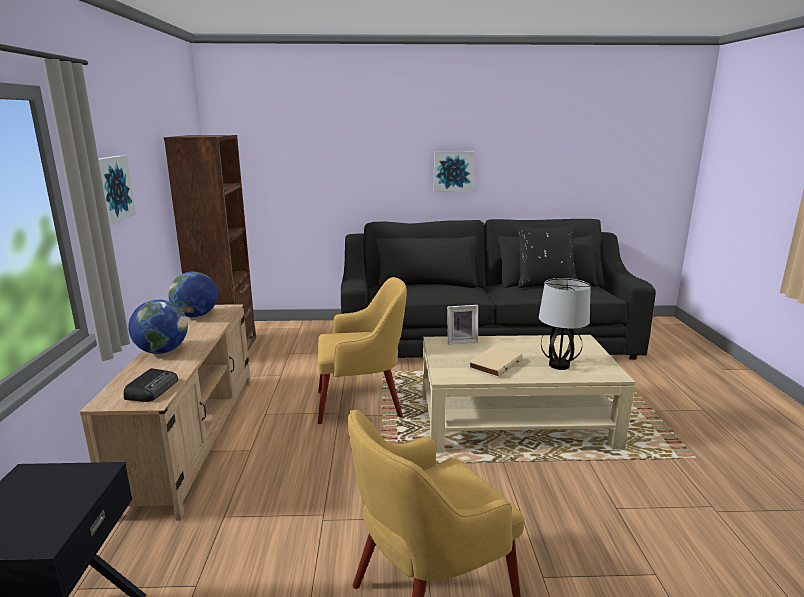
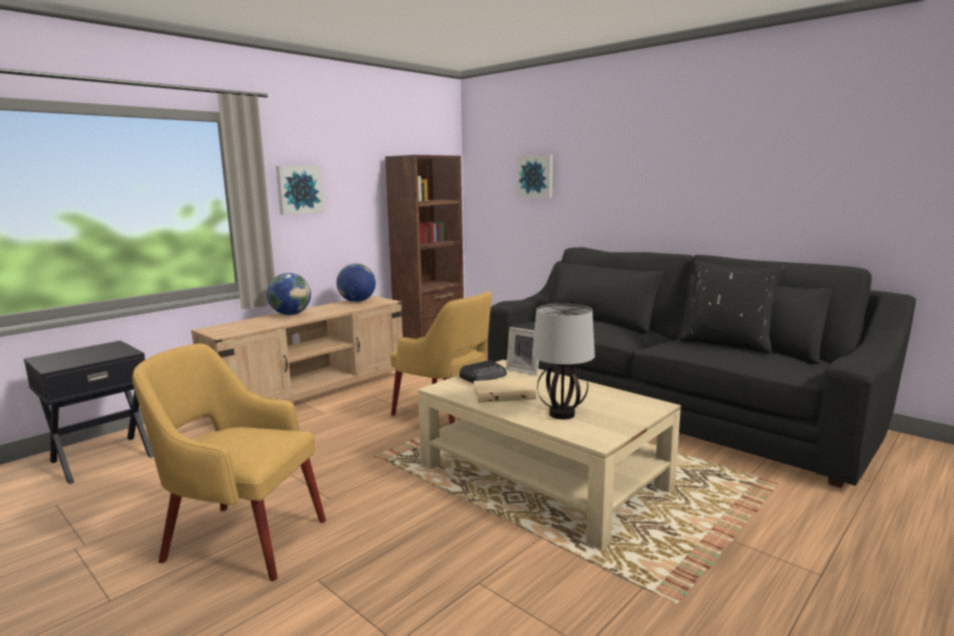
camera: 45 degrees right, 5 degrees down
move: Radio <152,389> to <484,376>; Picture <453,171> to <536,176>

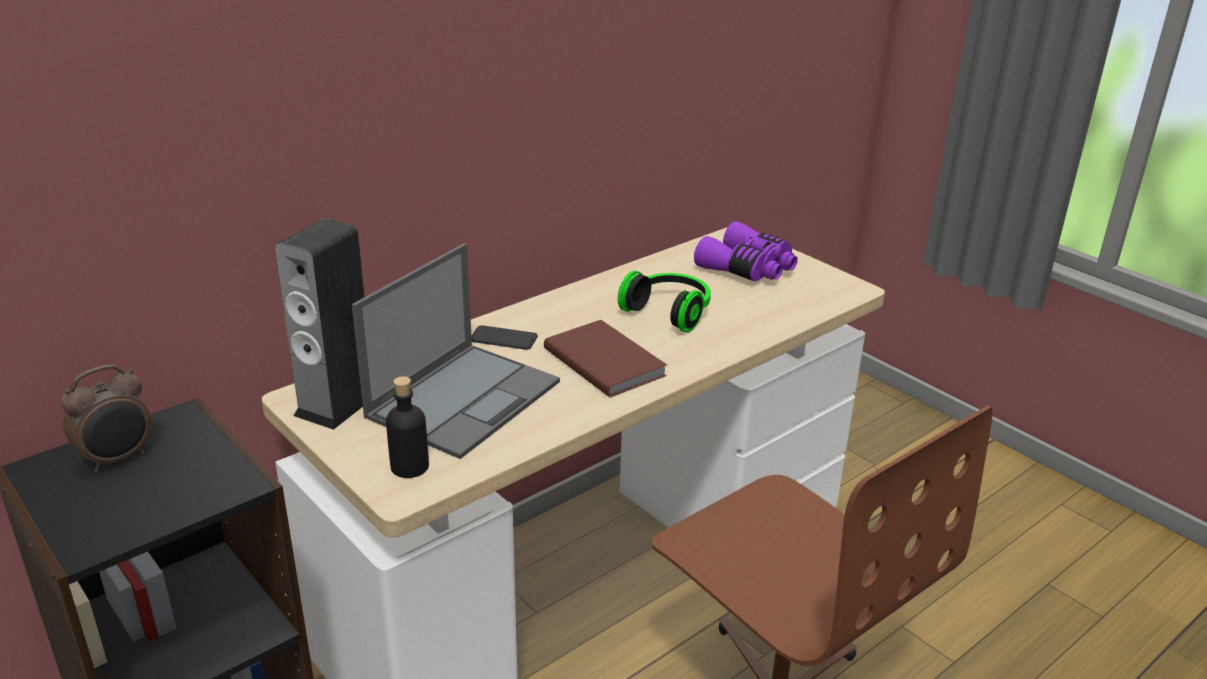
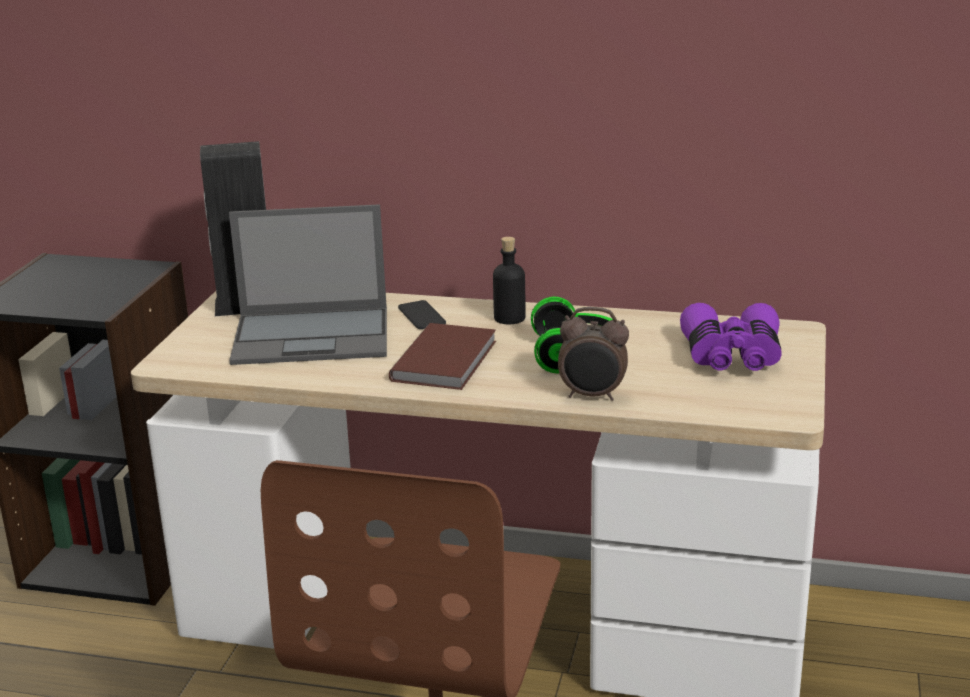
camera: 55 degrees right, 5 degrees down
move: AlarmClock <118,459> to <592,396>; BlackBottle <409,466> to <509,318>

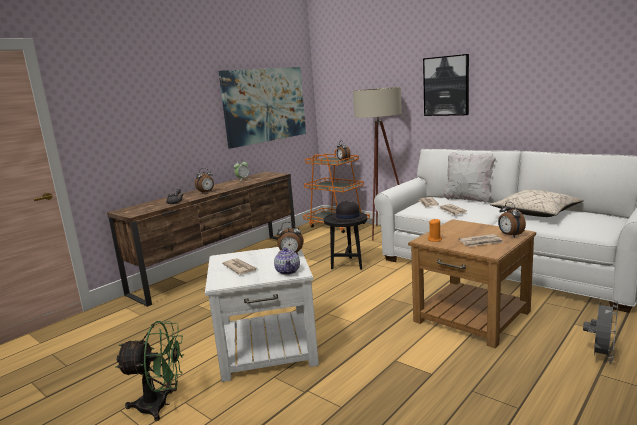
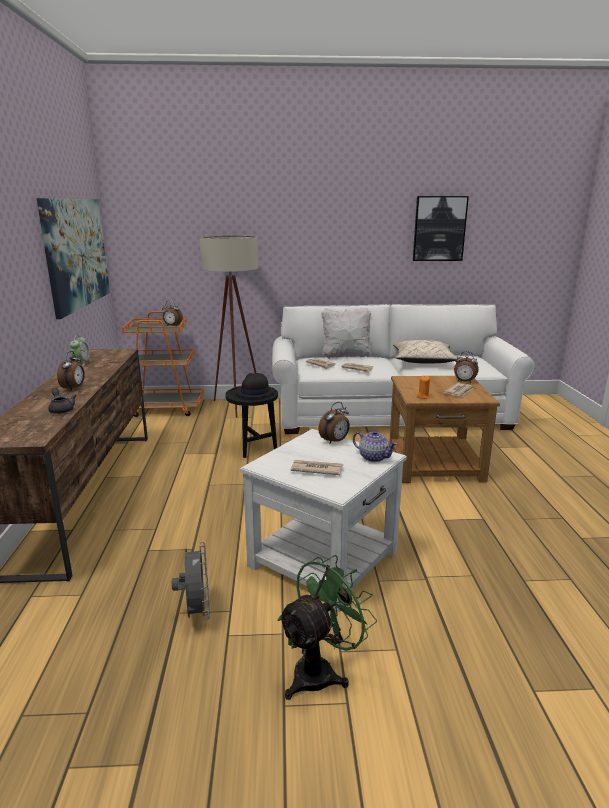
camera: 45 degrees left, 5 degrees up
move: Picture <446,86> to <439,229>; GreyFan <601,356> to <197,612>

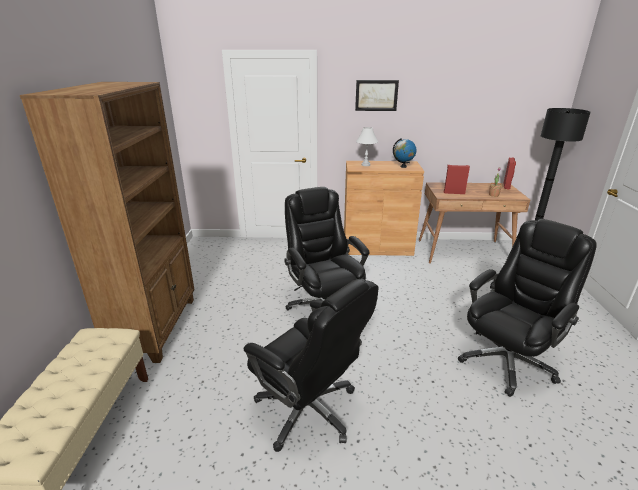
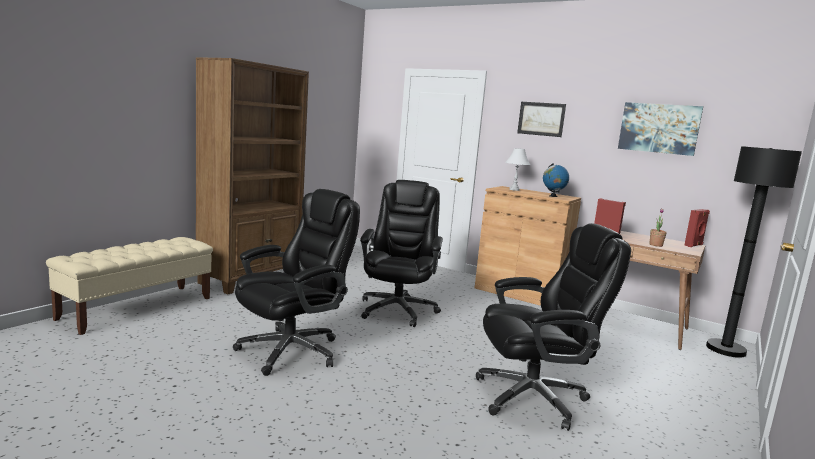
camera: 30 degrees right, 15 degrees down
insert: Picture <659,128>
rotate: BlackOfficeChair <308,410> = <292,350> 120 degrees counterclockwise

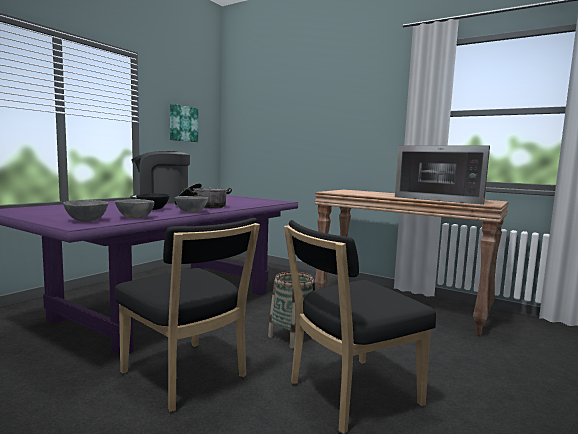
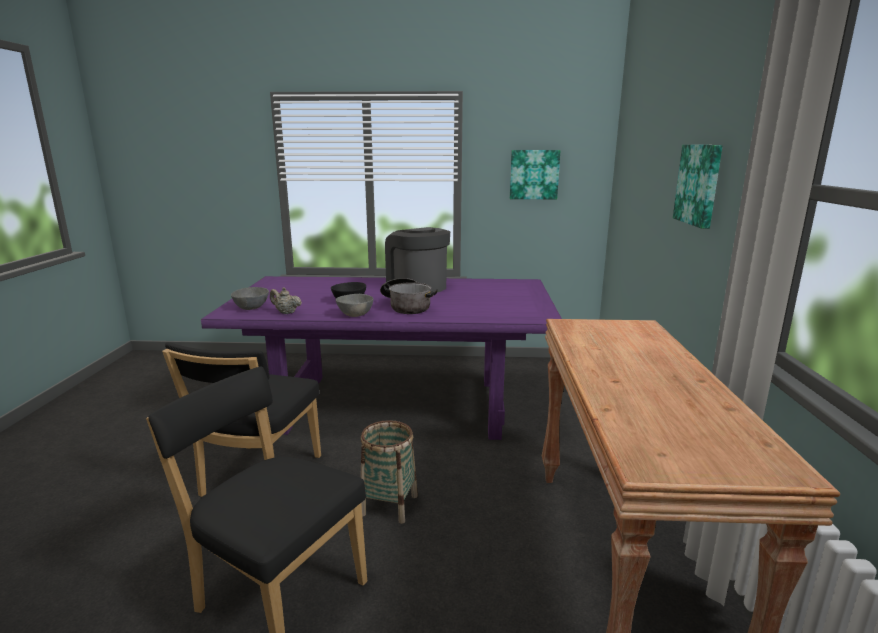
camera: 60 degrees right, 10 degrees up
delete: Microwave <443,199>
insert: Picture <699,184>
replace: GreyBowl <134,218> to BeigeTeapot <286,312>

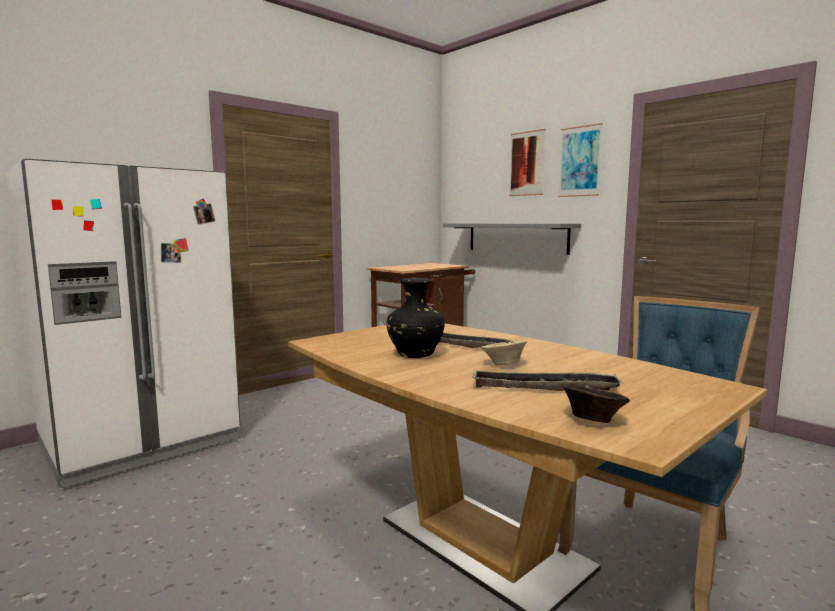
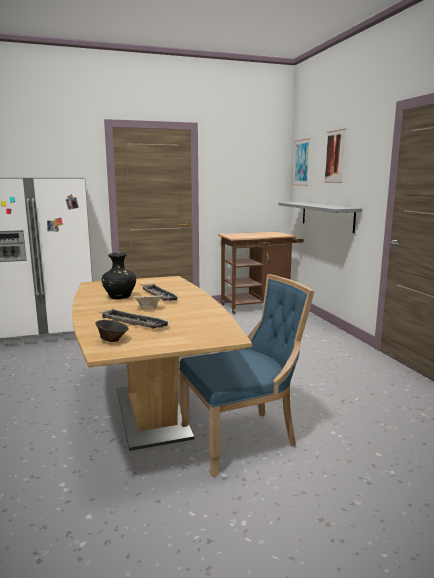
camera: 25 degrees right, 5 degrees up
move: Picture <580,161> to <301,162>

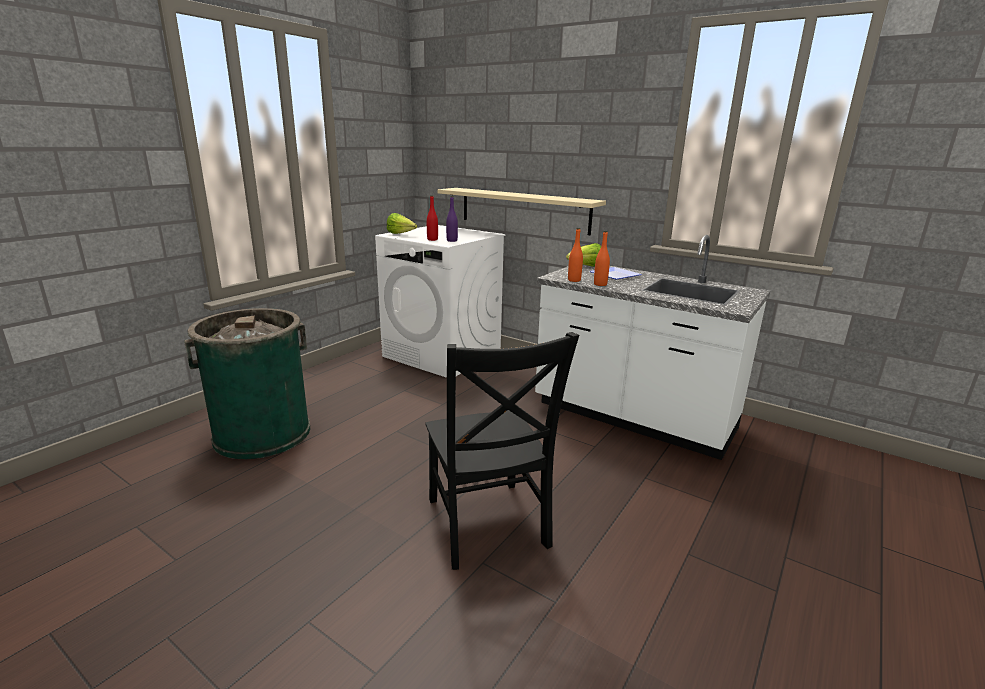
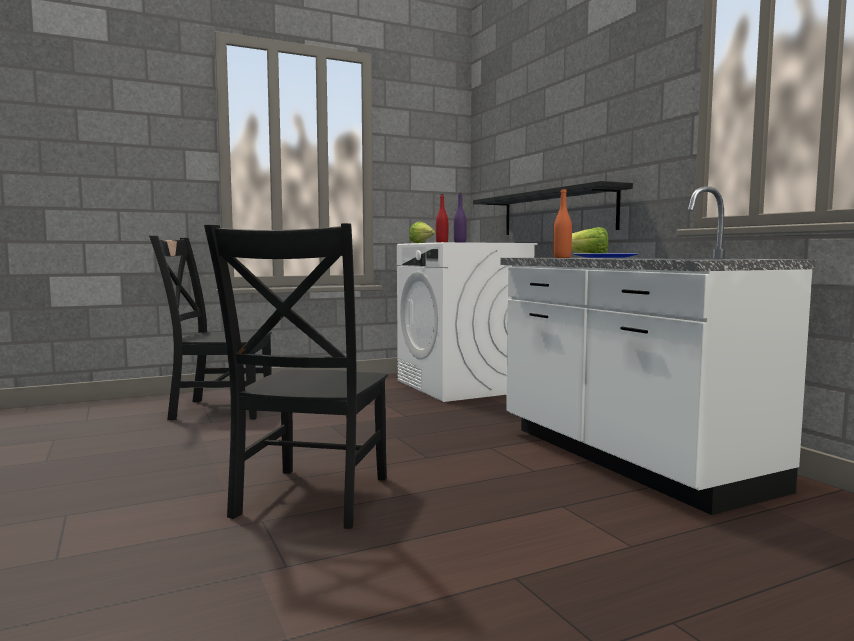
camera: 30 degrees right, 15 degrees down
delete: OrangeBottle <574,280>
replace: GreenTrashCan <262,433> to BlackChair <218,409>
recolor: BeigeShelf <523,210> to BlackShelf <556,213>

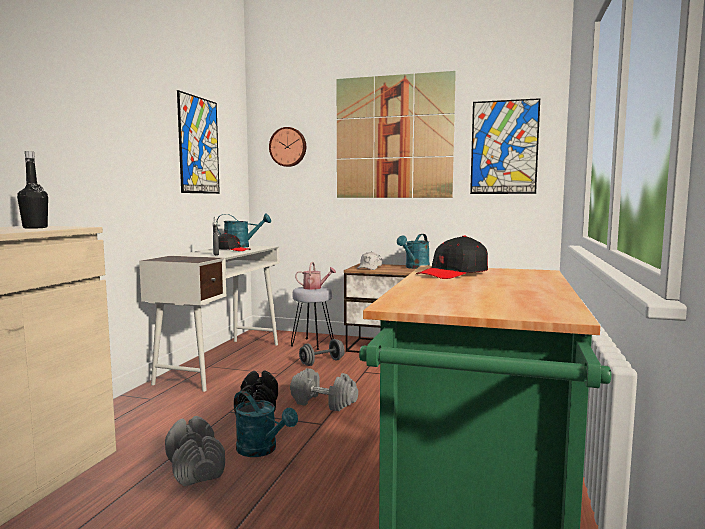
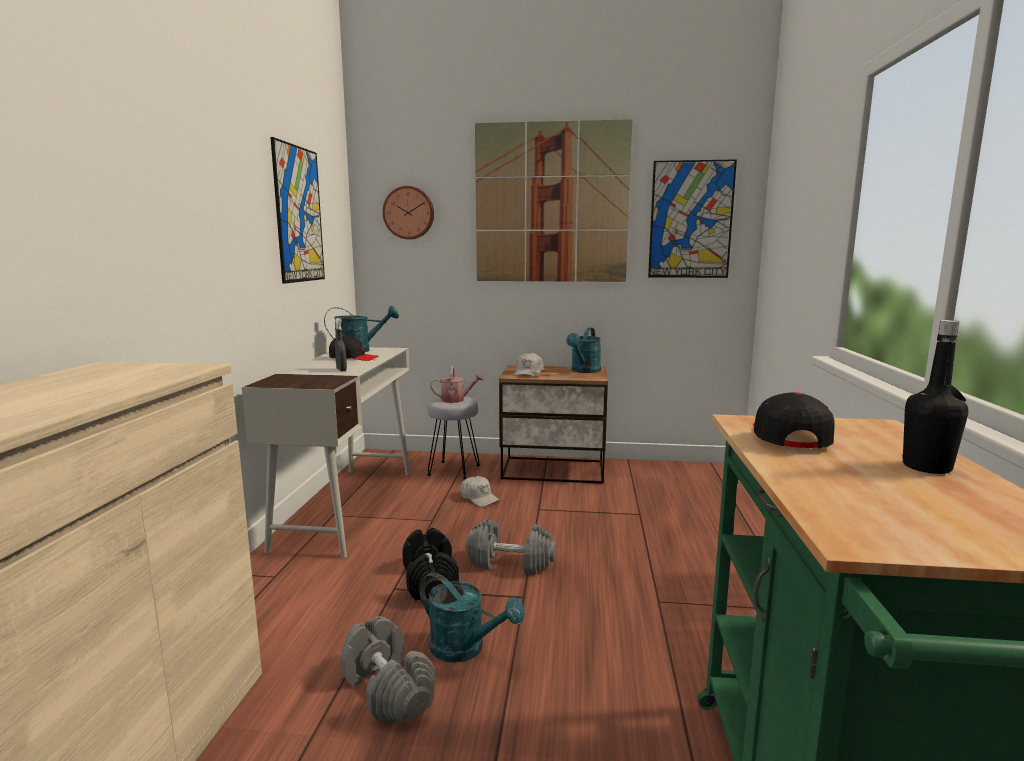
camera: 10 degrees left, 5 degrees up
move: BlackBottle <35,228> to <926,467>
replace: GreyDumbbell <322,362> to WhiteCap <479,498>
rotate: BlackCap <453,273> = <788,437> 150 degrees clockwise

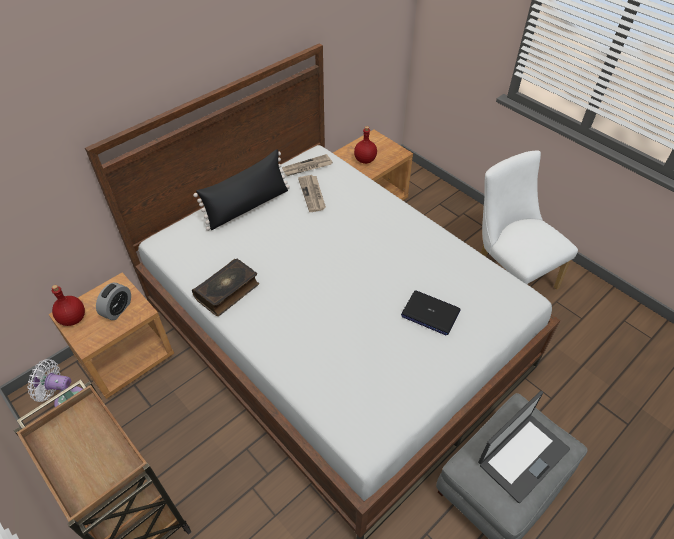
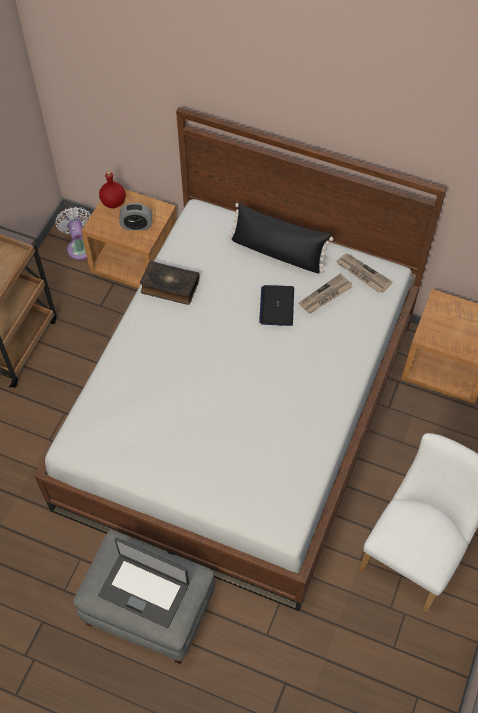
camera: 65 degrees right, 10 degrees up
delete: RedBottle <365,160>
move: Laptop <430,313> to <277,306>

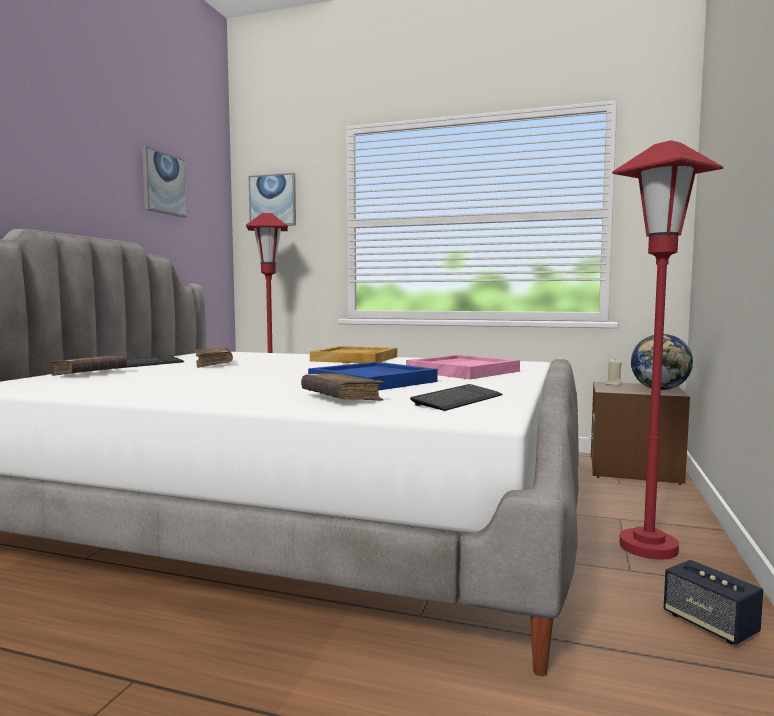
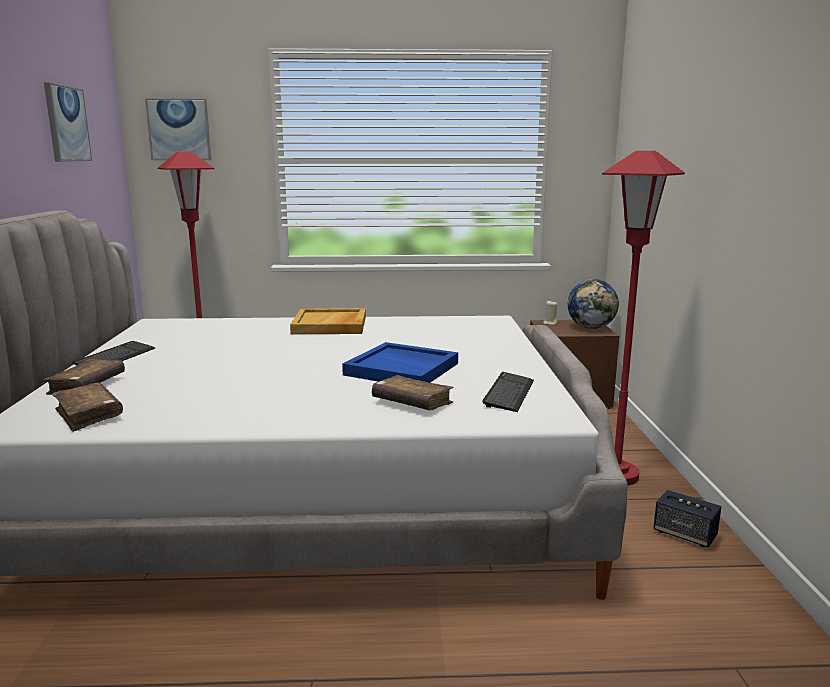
camera: 20 degrees left, 10 degrees up
delete: PinkTray <462,371>
move: BrownBook <213,364> to <89,415>

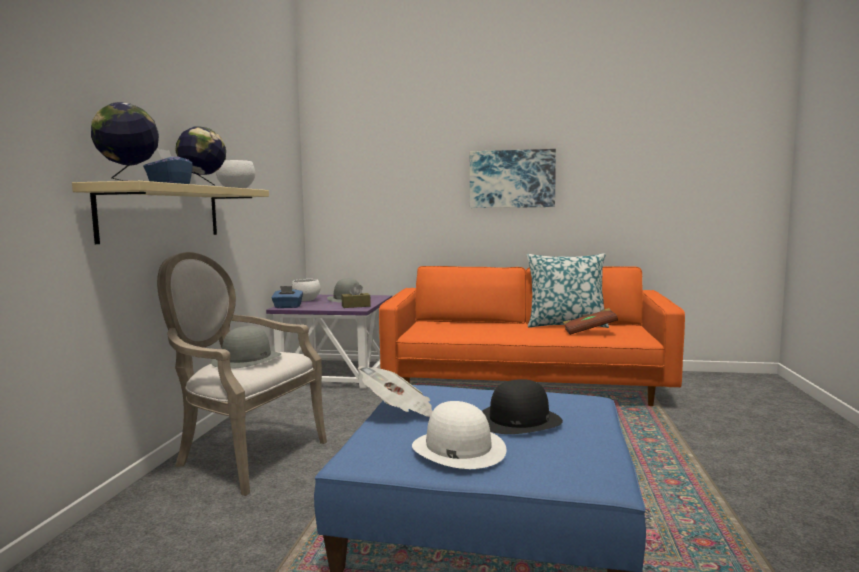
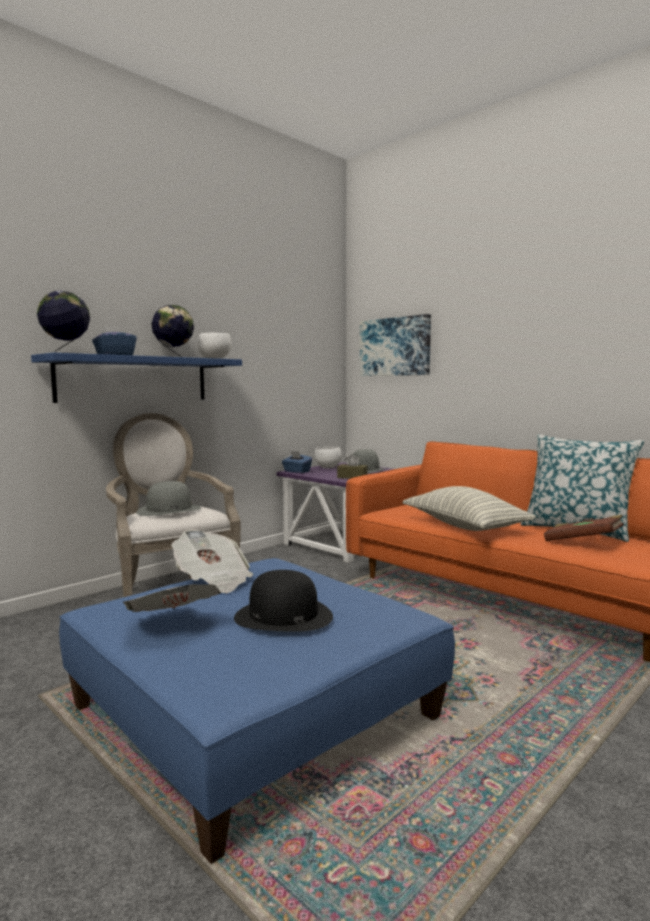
camera: 35 degrees right, 0 degrees up
insert: Pillow <464,526>
move: Picture <512,179> to <395,347>
replace: WhiteHat <458,448> to Newspaper <174,624>
recolor: BeigeShelf <163,213> to BlueShelf <134,379>

